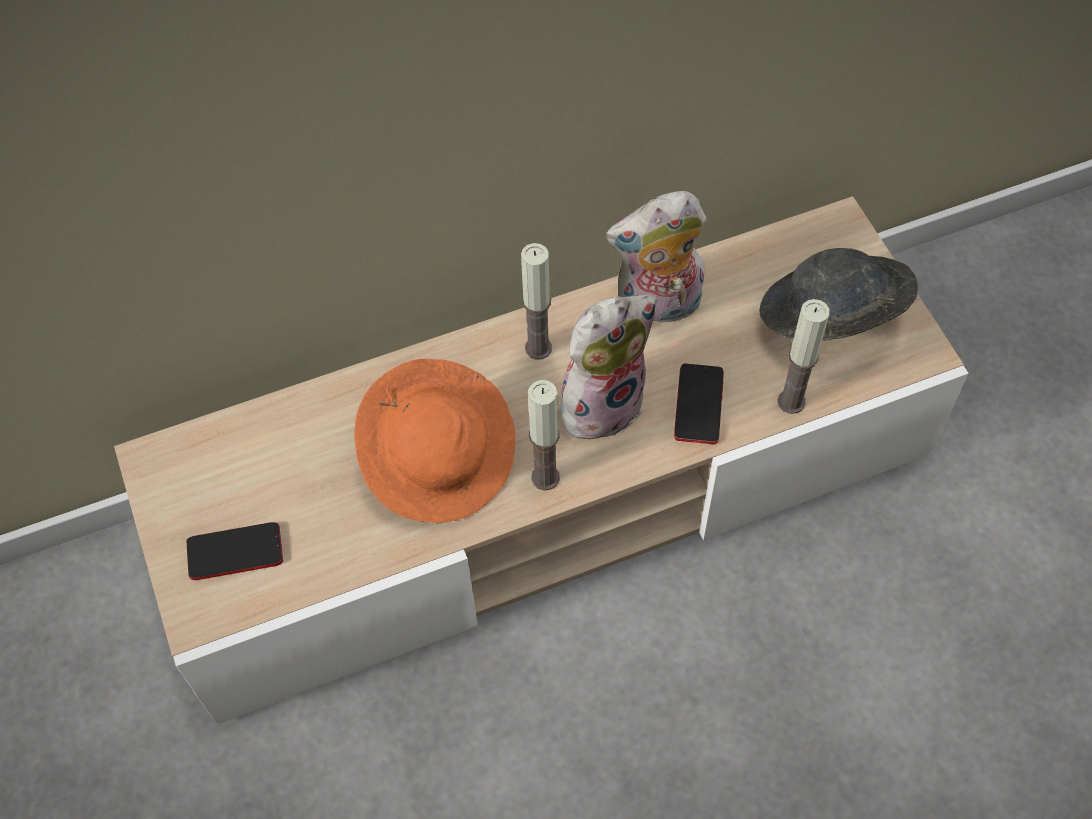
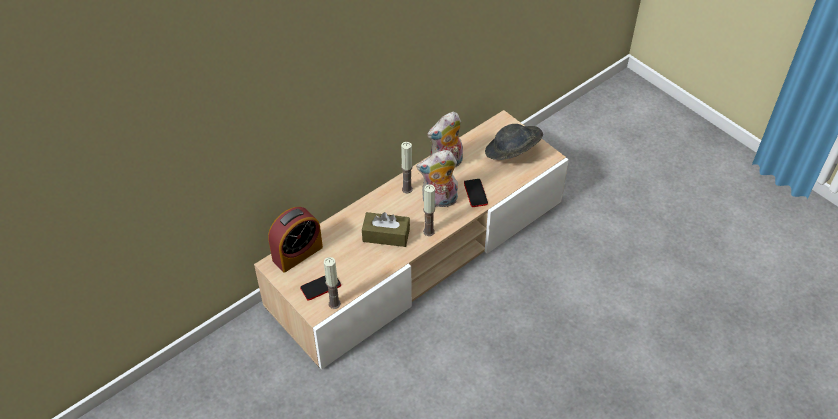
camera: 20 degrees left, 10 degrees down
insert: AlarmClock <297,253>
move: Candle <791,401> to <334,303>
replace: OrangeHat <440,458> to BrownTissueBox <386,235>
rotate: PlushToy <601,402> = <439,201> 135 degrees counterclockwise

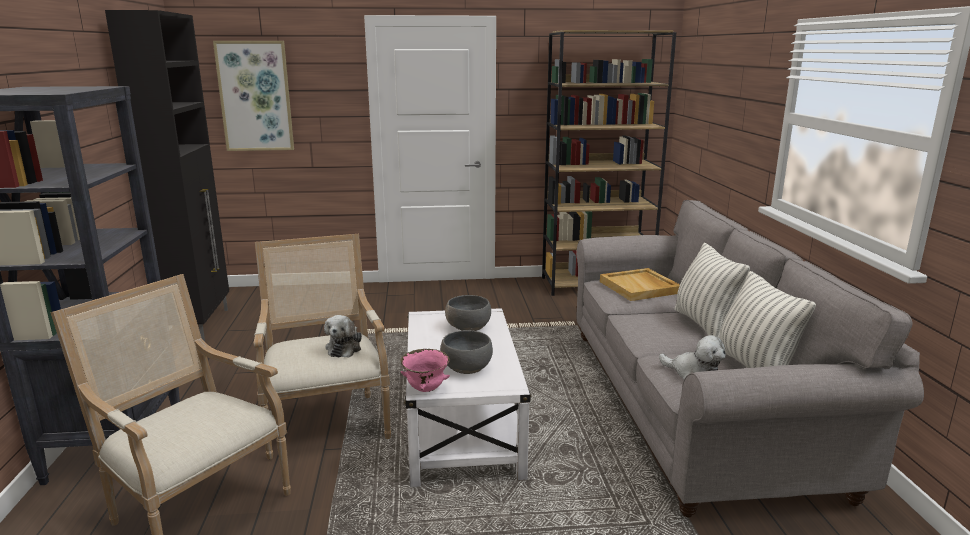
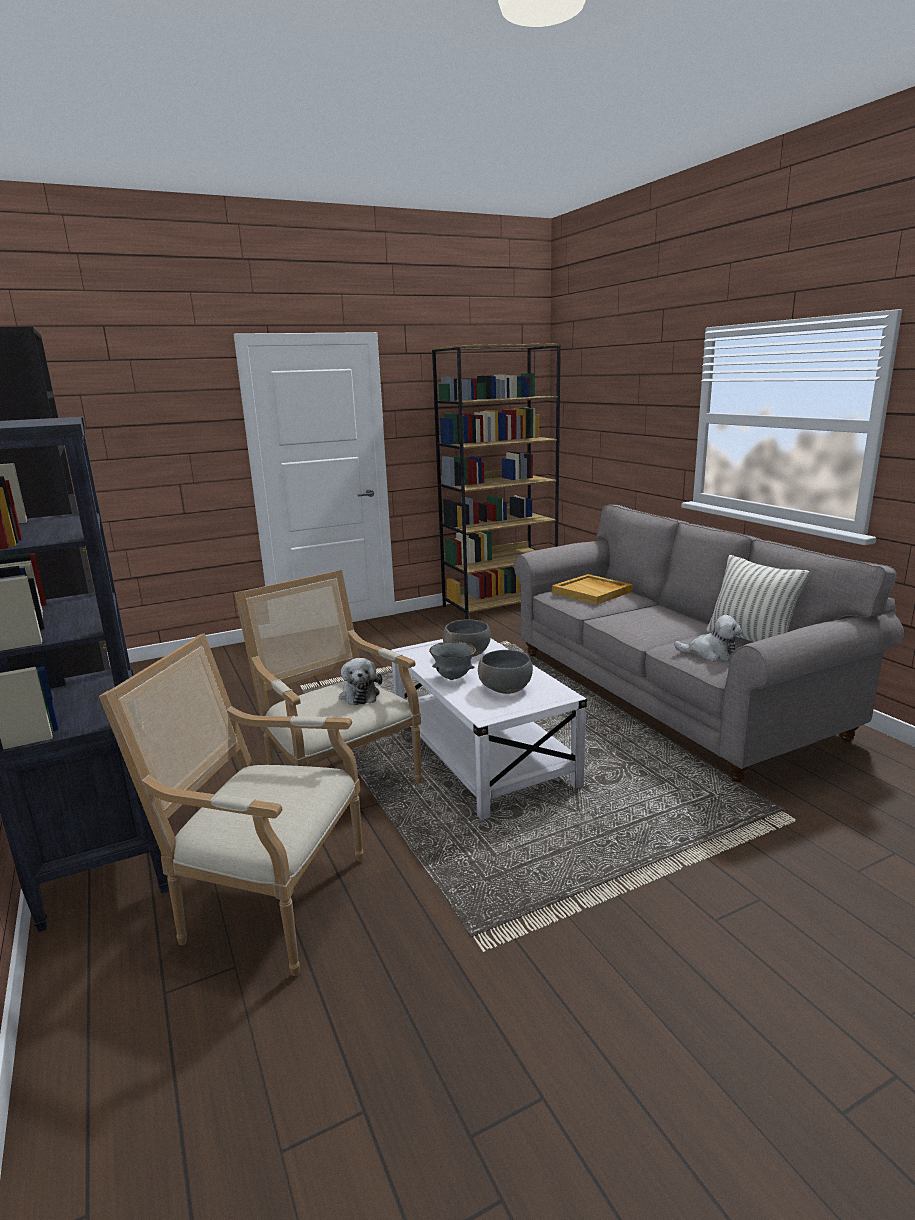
camera: 20 degrees left, 0 degrees up
delete: Picture <255,96>; PinkBowl <425,389>; Pillow <704,324>
insert: GreyBowl <453,678>

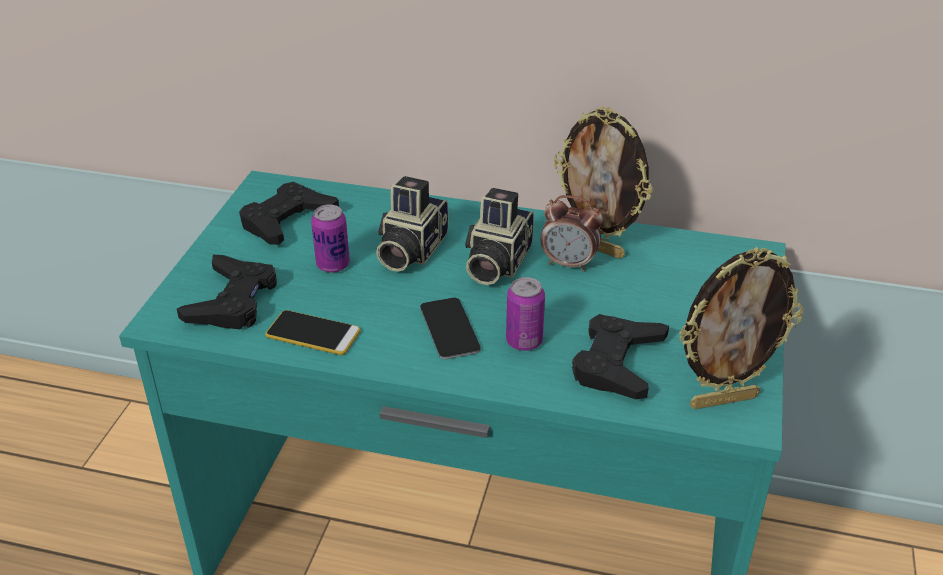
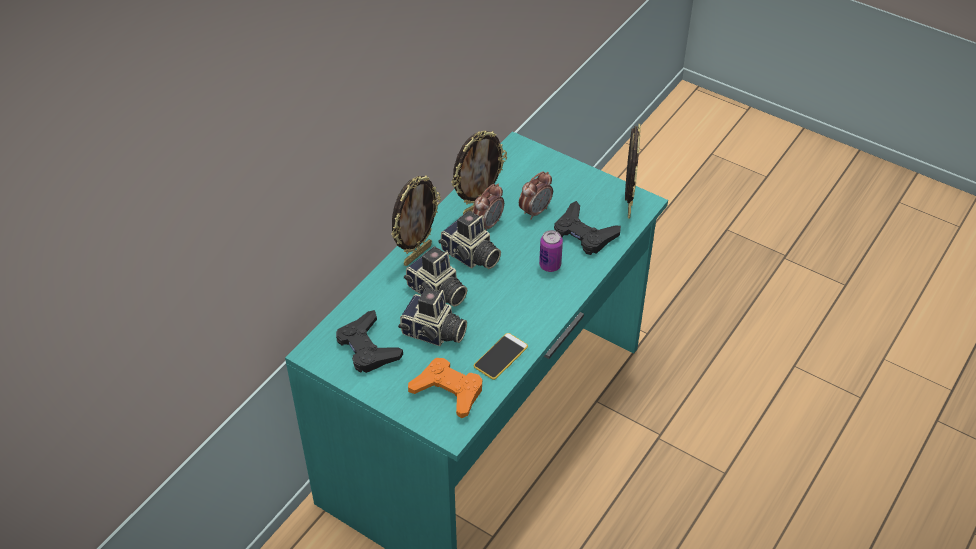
camera: 70 degrees left, 10 degrees up
delete: Phone <449,329>
insert: PictureFrame <417,254>; AlarmClock <535,211>
replace: Can <333,265> to PhotoCamera <433,333>
recolor: BlackGameController <233,301> to OrangeGameController <448,391>

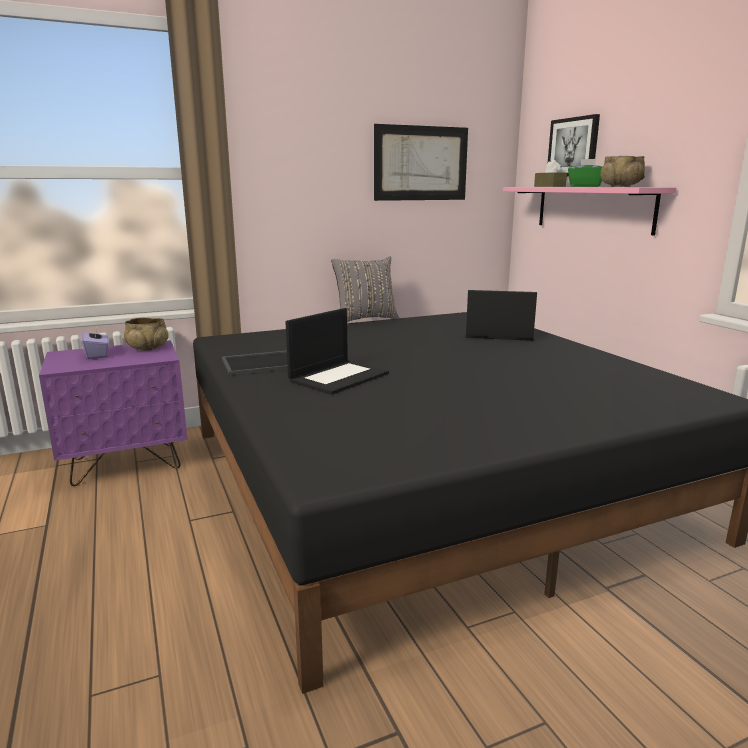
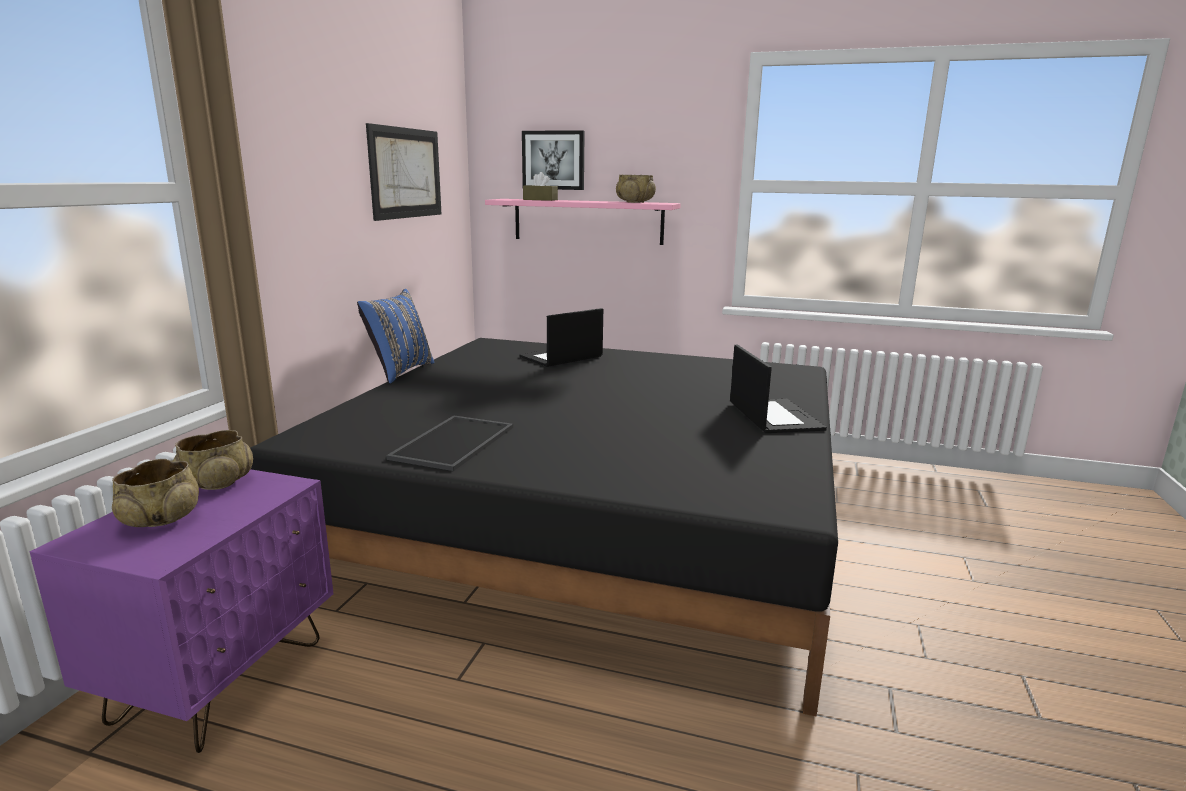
camera: 50 degrees left, 0 degrees up
delete: GreenTissueBox <585,186>
move: Laptop <339,377> to <773,416>
replace: PurpleTissueBox <97,355> to BeigeBowl <161,519>
recolor: GreyPillow <365,319> to BluePillow <399,371>

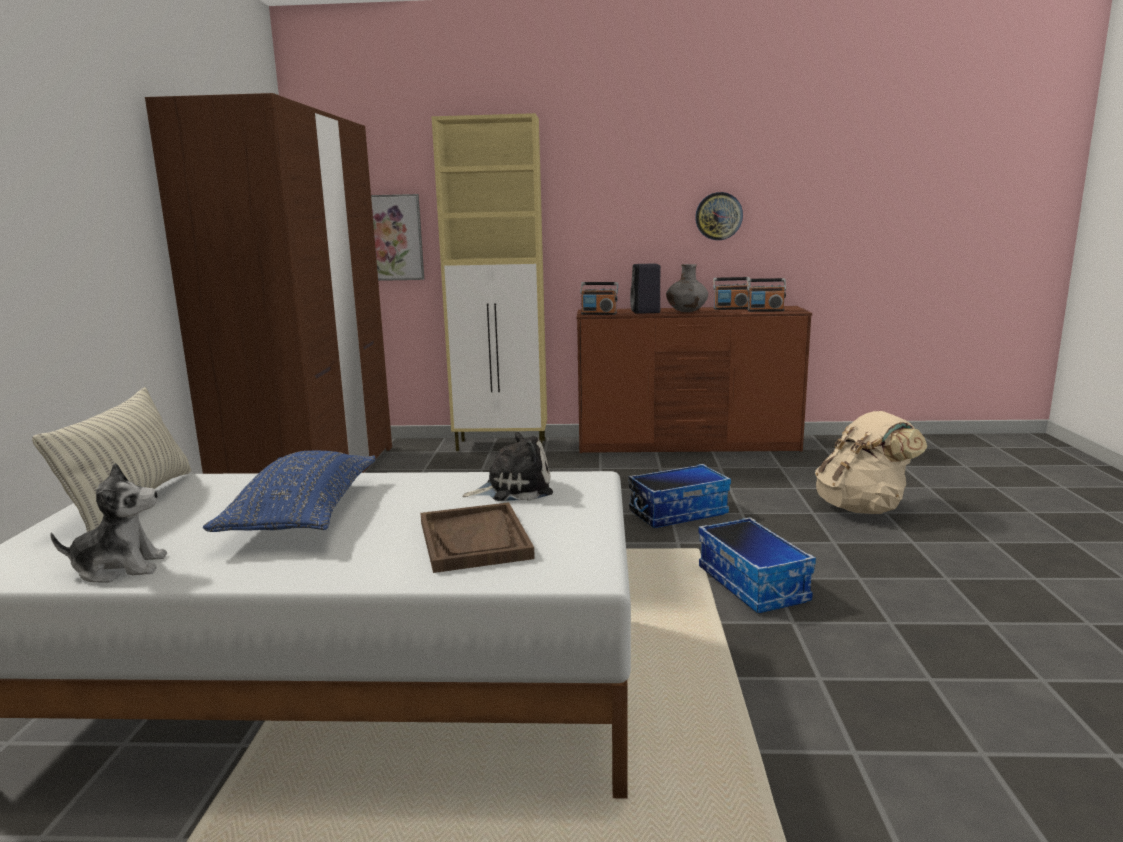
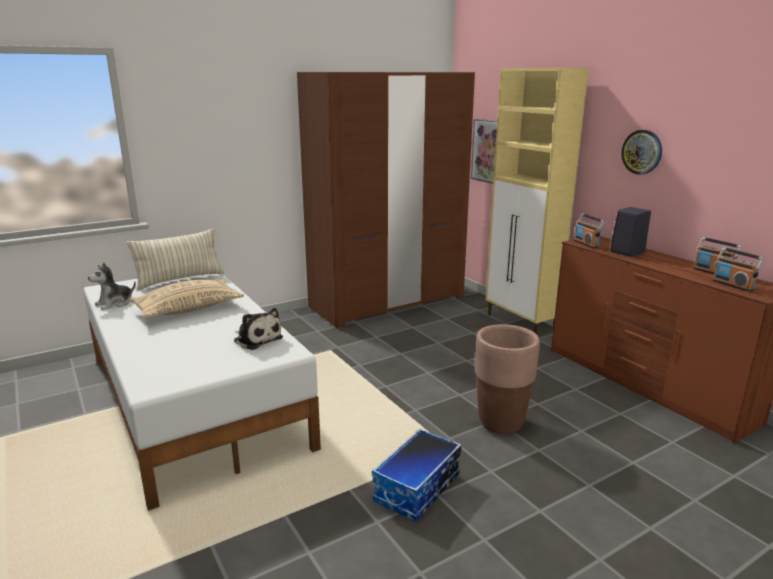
camera: 55 degrees right, 5 degrees up
delete: BrownTray <475,540>; GreyVase <686,312>; BeigeBackpack <862,508>
move: WallClock <718,216> to <642,152>
replace: StorageBox <678,512> to BrownPlanter <501,422>
recolor: BluePillow <302,513> to BeigePillow <188,309>
rotate: PlushToy <120,568> = <115,303> 90 degrees clockwise

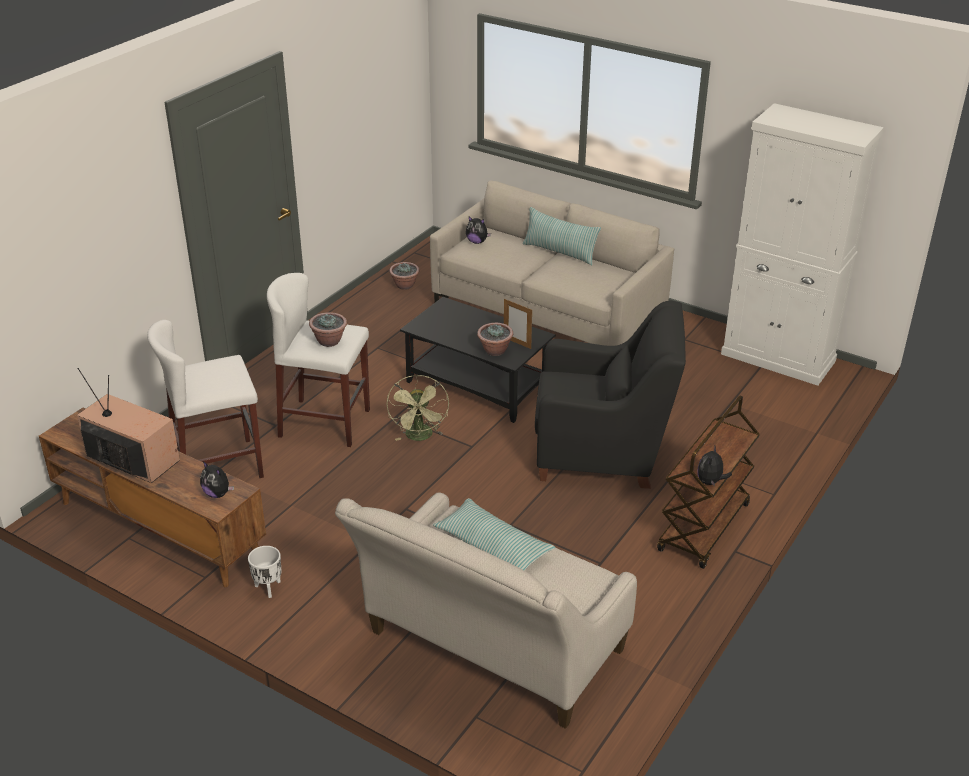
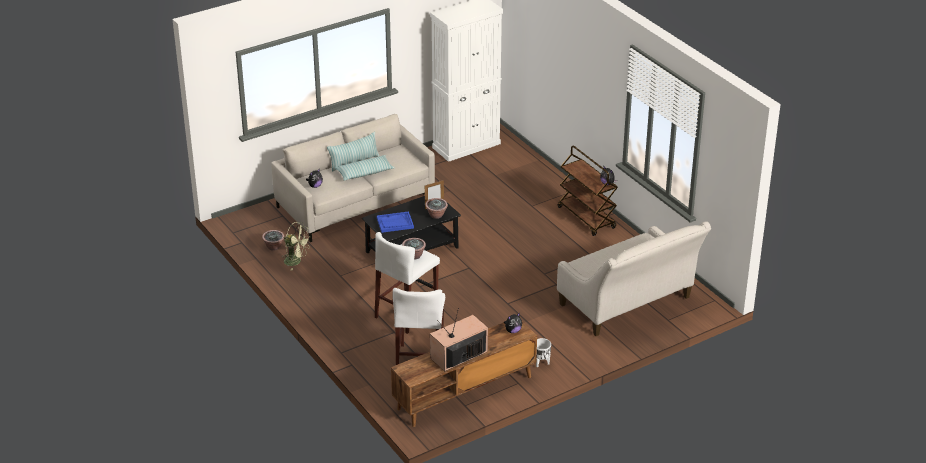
camera: 65 degrees left, 0 degrees up
delete: BlackArmchair <603,453>
insert: BlueTray <395,223>
move: GreenFan <420,437> to <296,261>; Pillow <493,546> to <365,173>

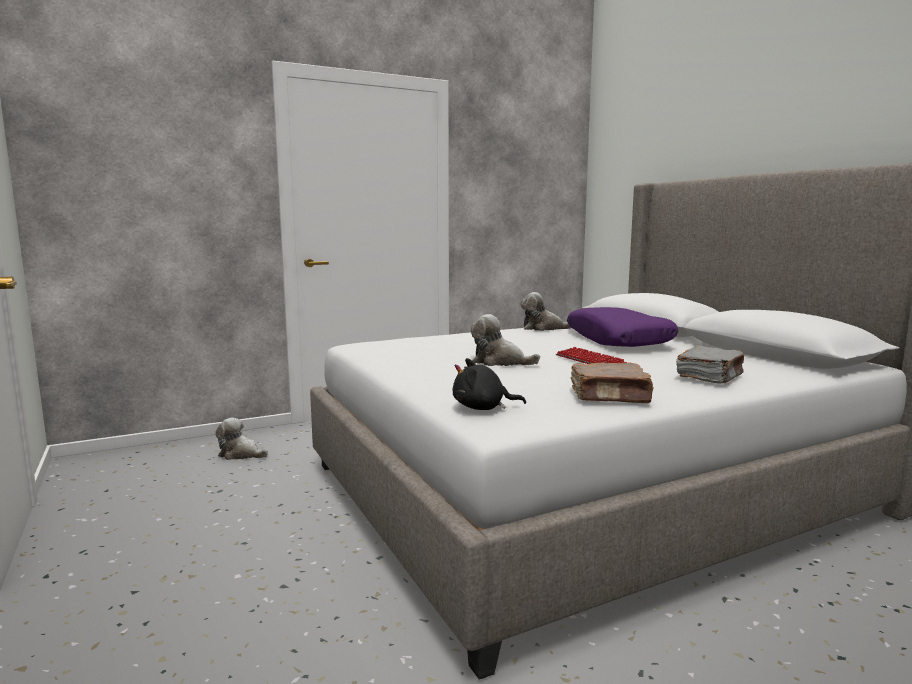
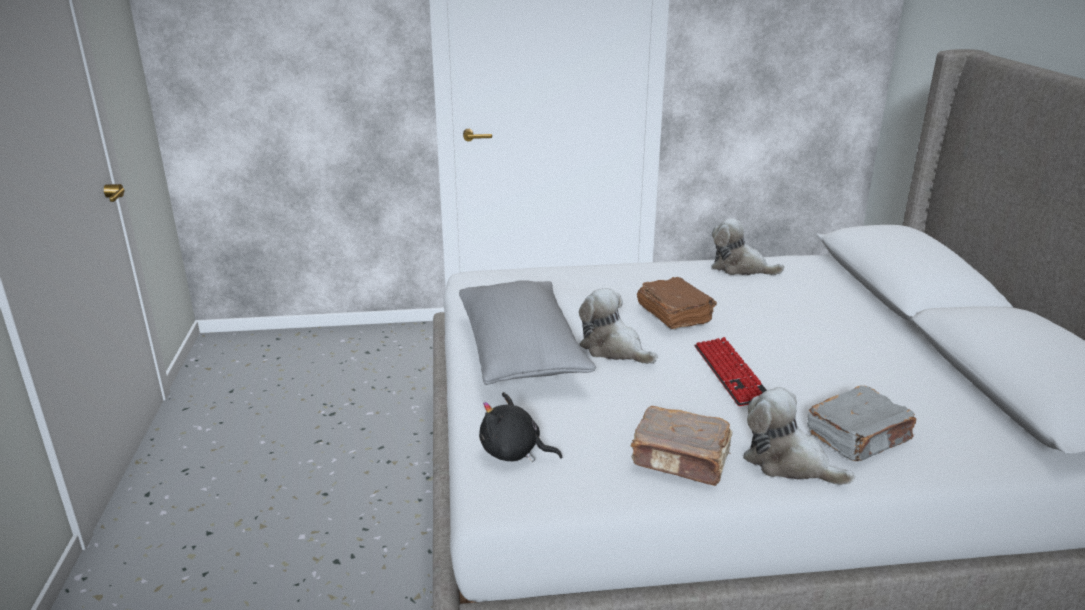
camera: 20 degrees right, 15 degrees up
delete: PurplePillow <618,340>
insert: GreyPillow <521,352>; BrownBook <674,315>
move: PlushToy <240,454> to <788,462>

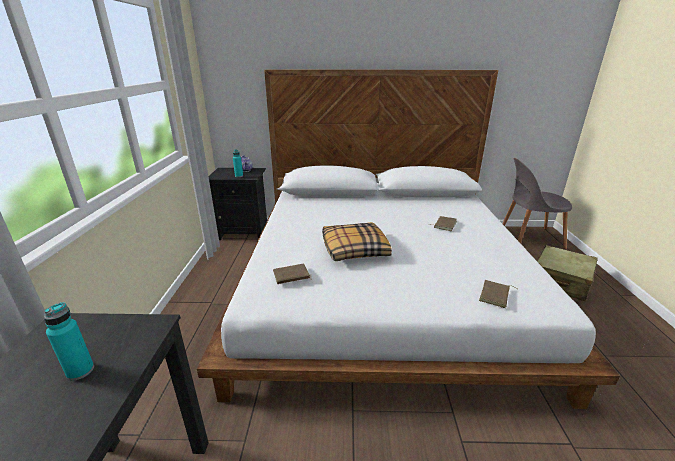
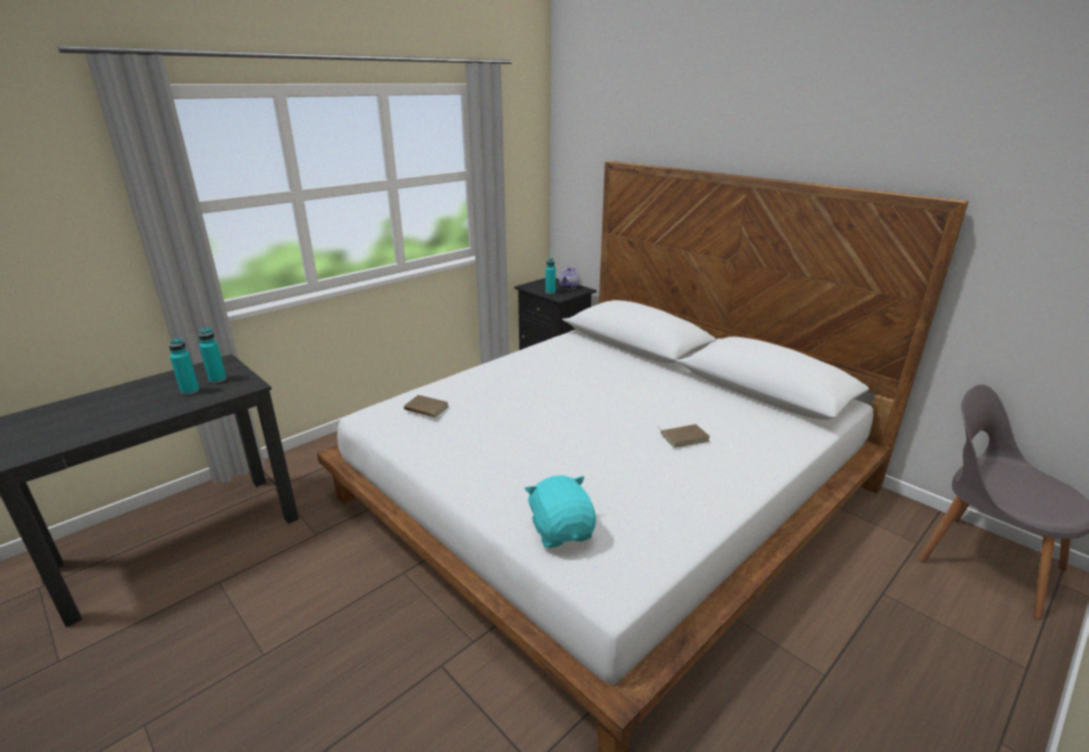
camera: 45 degrees right, 0 degrees up
delete: Pillow <354,249>; BeigeSuitcase <560,281>
insert: TurquoiseBottle <217,379>
replace: BrownBook <495,296> to TurquoisePlushToy <562,531>

